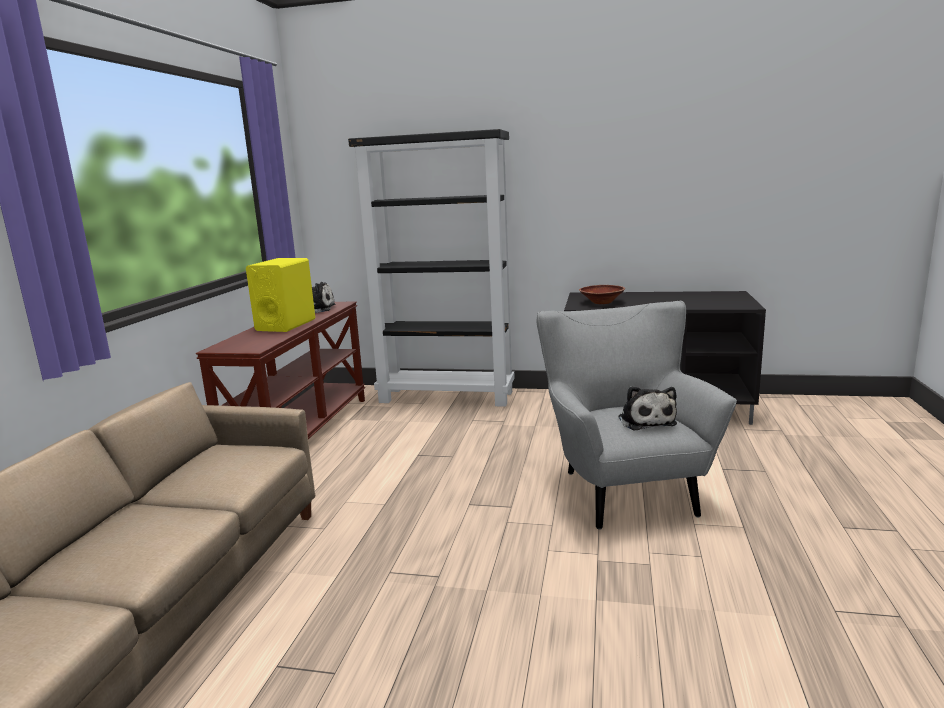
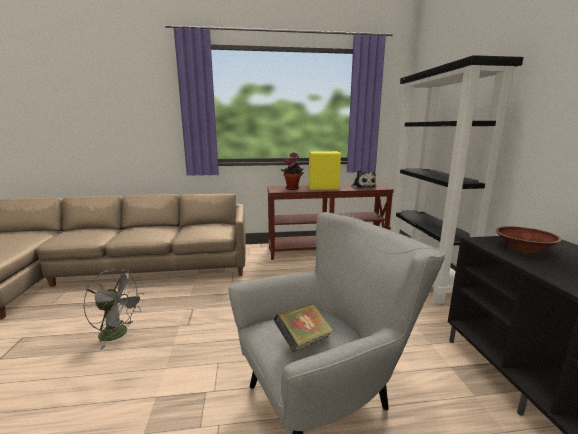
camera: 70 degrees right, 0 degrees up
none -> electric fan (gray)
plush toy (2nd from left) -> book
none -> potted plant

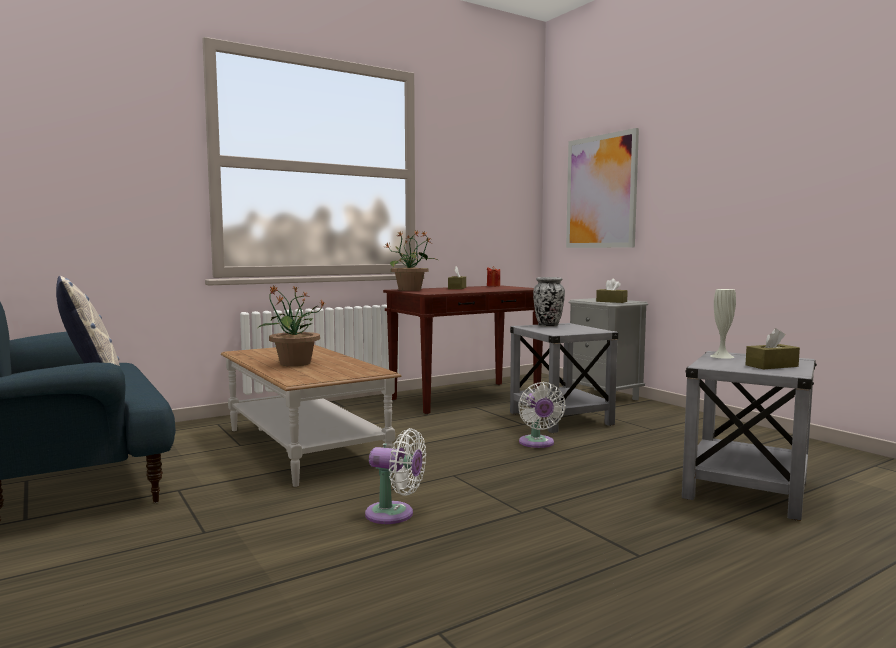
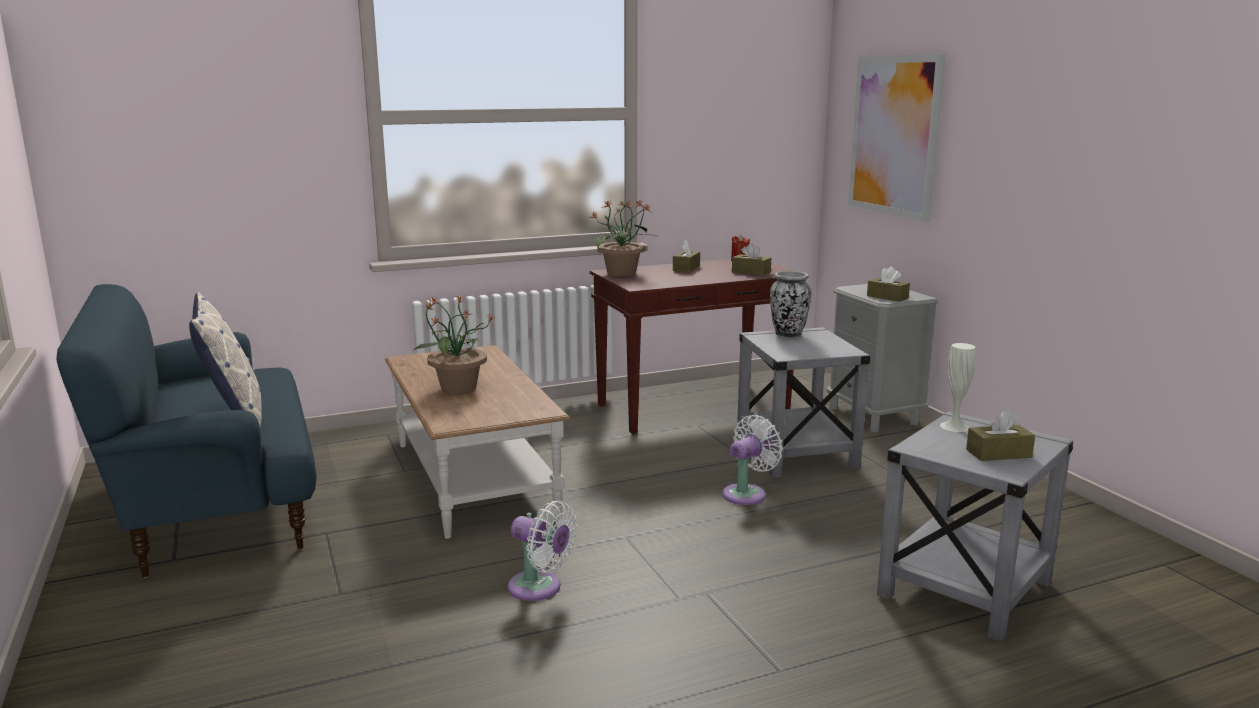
camera: 10 degrees right, 10 degrees up
electric fan (white-coloured) (2nd from left), 135 degrees counterclockwise
none -> tissue box (brown) (2nd from left)

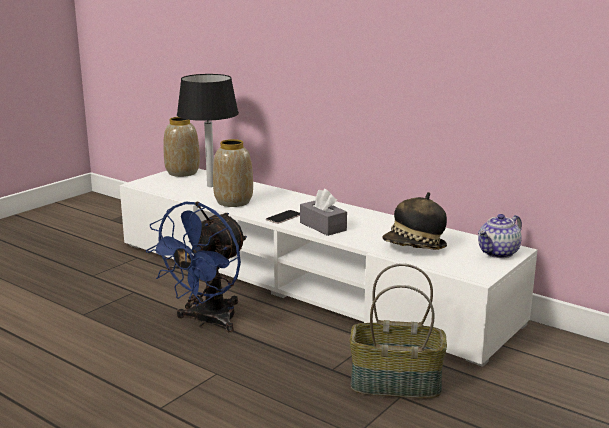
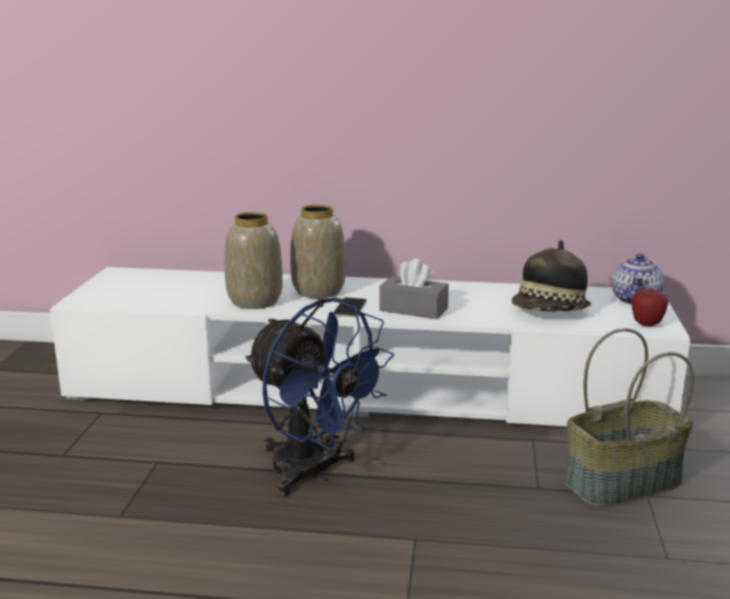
camera: 30 degrees left, 0 degrees up
electric fan (blue-coloured), 45 degrees counterclockwise
vase (1st from left in the first image) -> vase (2nd from left), move
none -> apple
table lamp (black-coloured) -> none

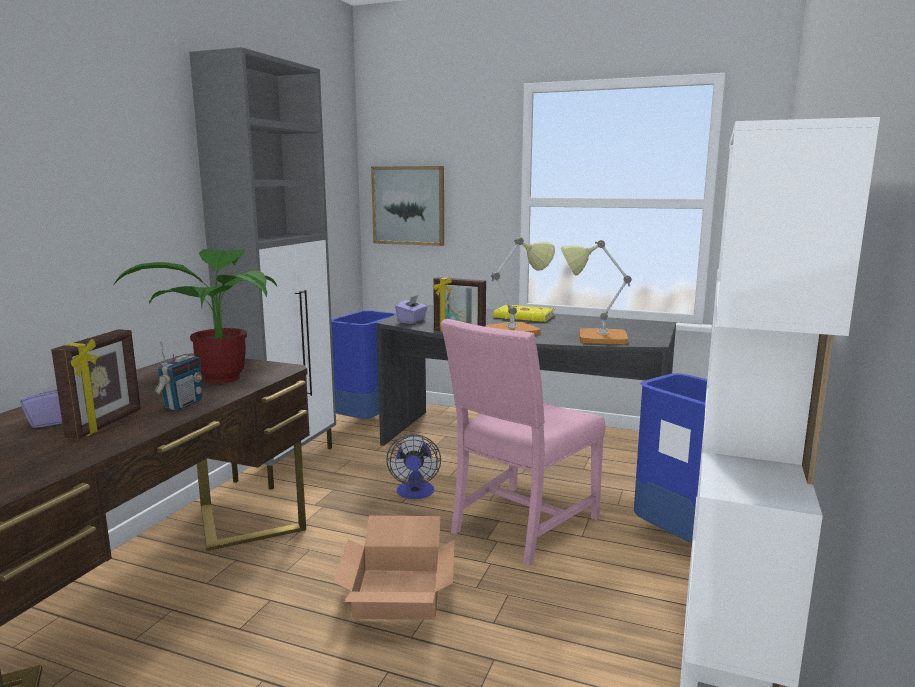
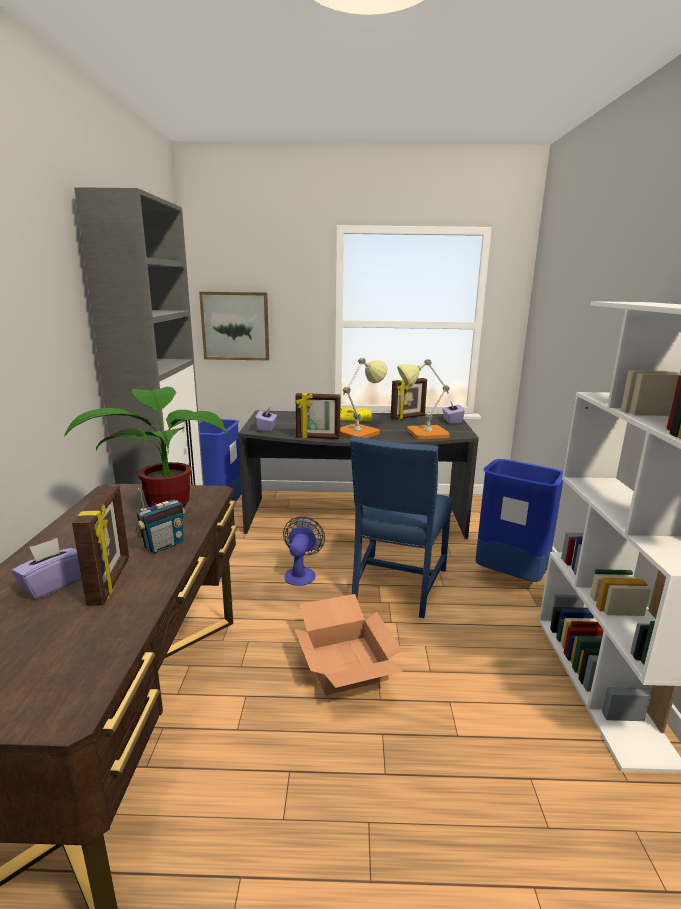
camera: 20 degrees left, 5 degrees up
radio set, 45 degrees clockwise
electric fan, 150 degrees counterclockwise
plain chair (pinkish) -> plain chair (blue-coloured)
none -> picture frame (3rd from left)
none -> tissue box (purple) (3rd from left)

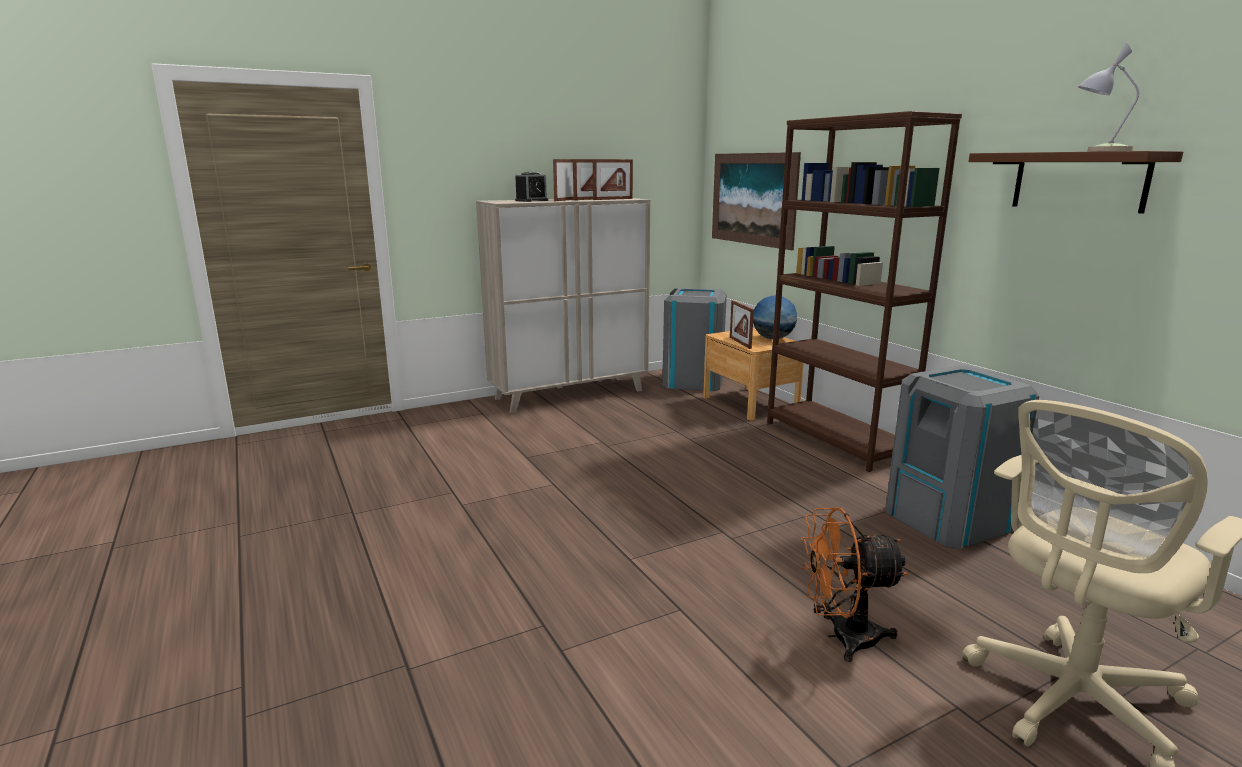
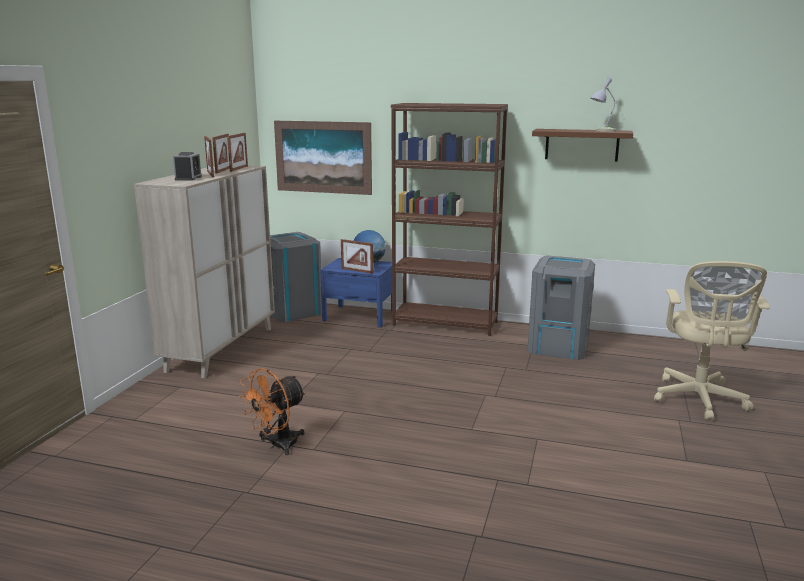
camera: 45 degrees left, 0 degrees up
electric fan (orange-coloured), move
bedside table (brown) -> bedside table (blue-coloured)

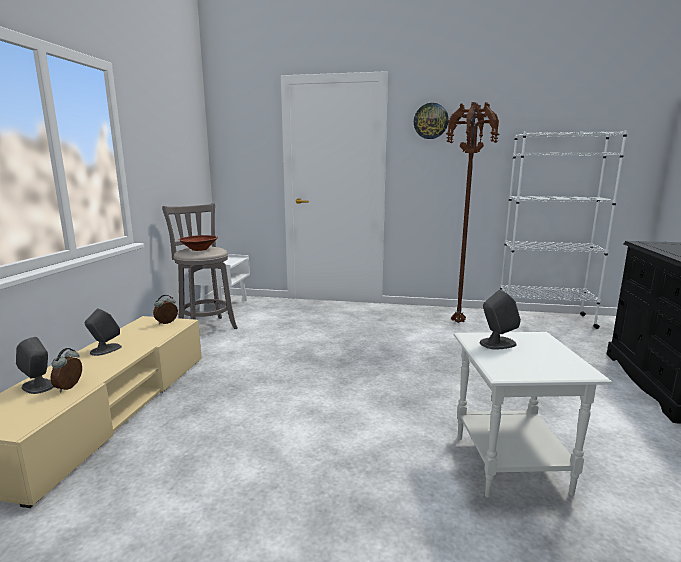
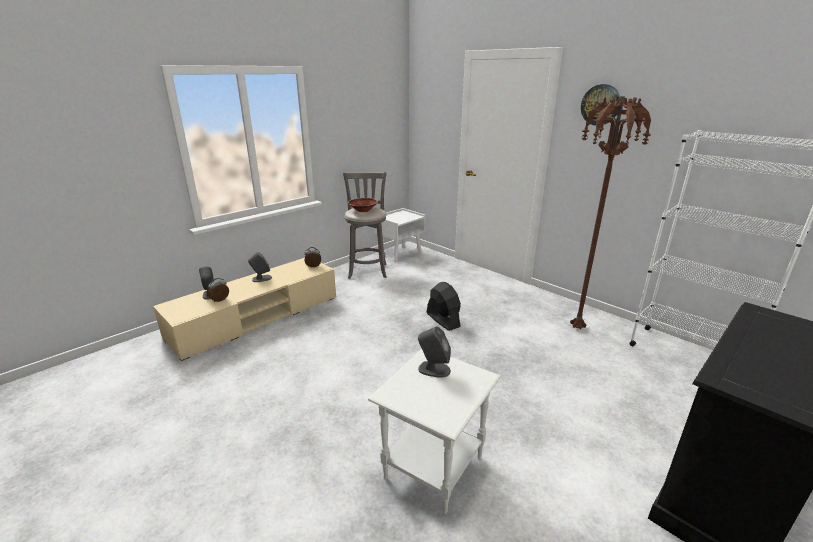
camera: 35 degrees right, 10 degrees up
none -> electric fan (black-coloured)

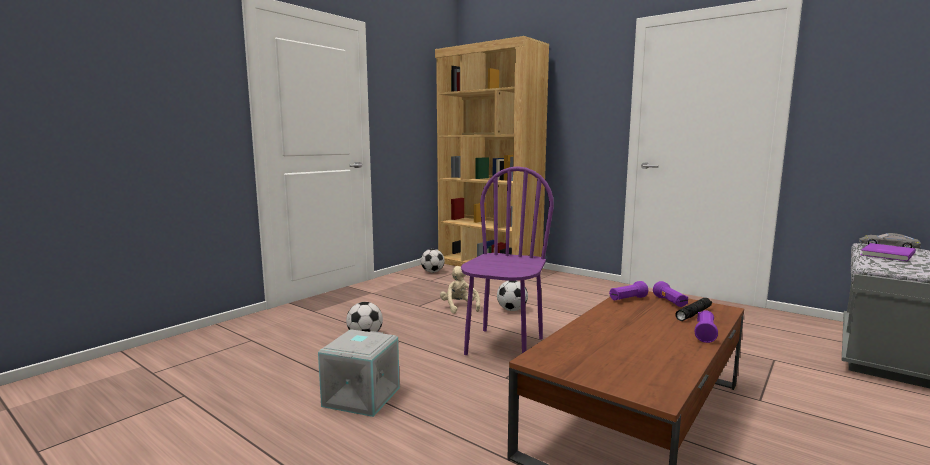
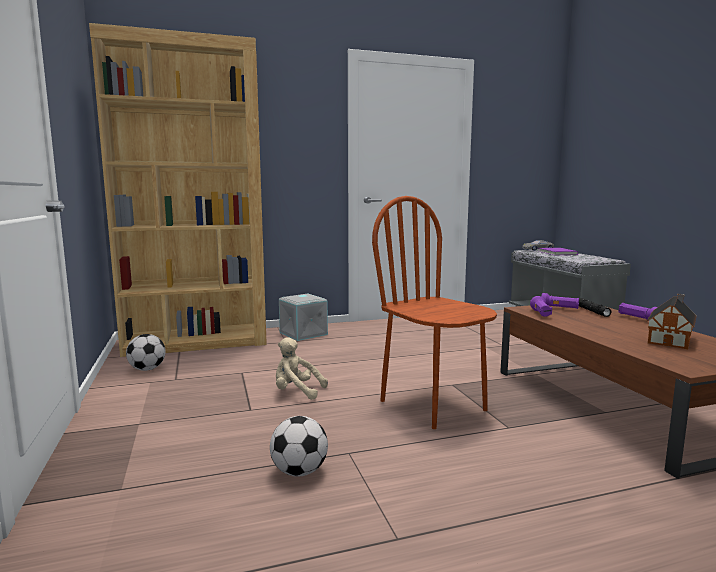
camera: 55 degrees left, 0 degrees up
storage box (gray), move
plain chair (purple) -> plain chair (brown)
none -> model house
ball for football (3rd from left) -> none

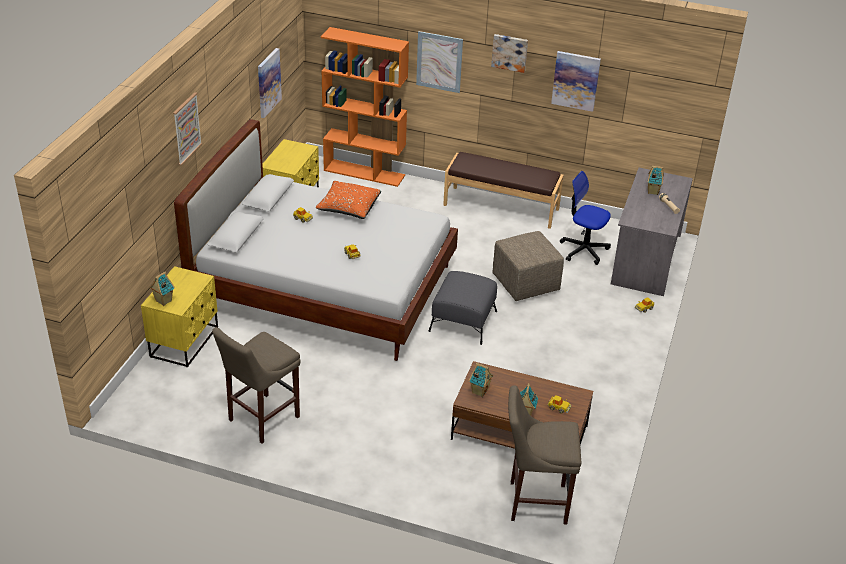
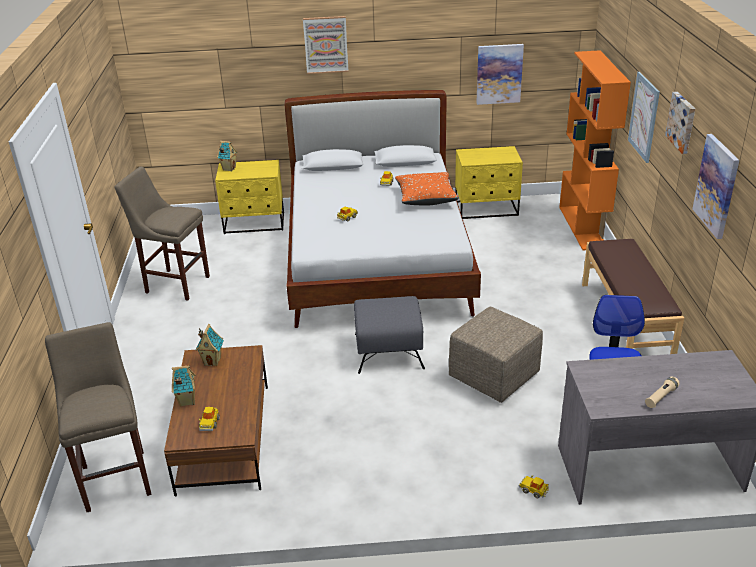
camera: 70 degrees right, 5 degrees down
model house (4th from left) -> none

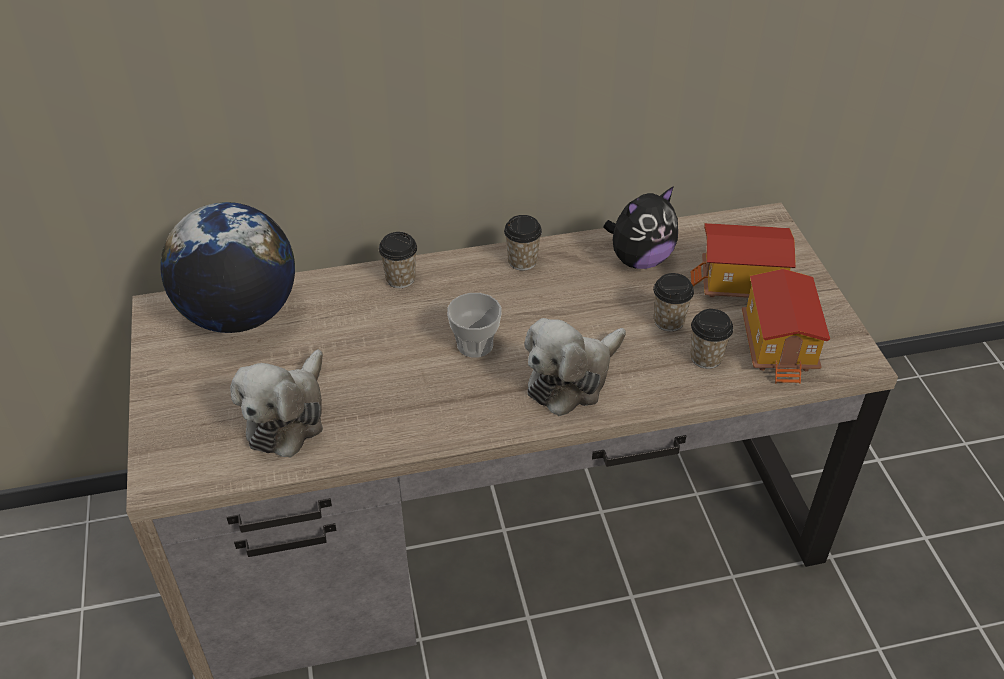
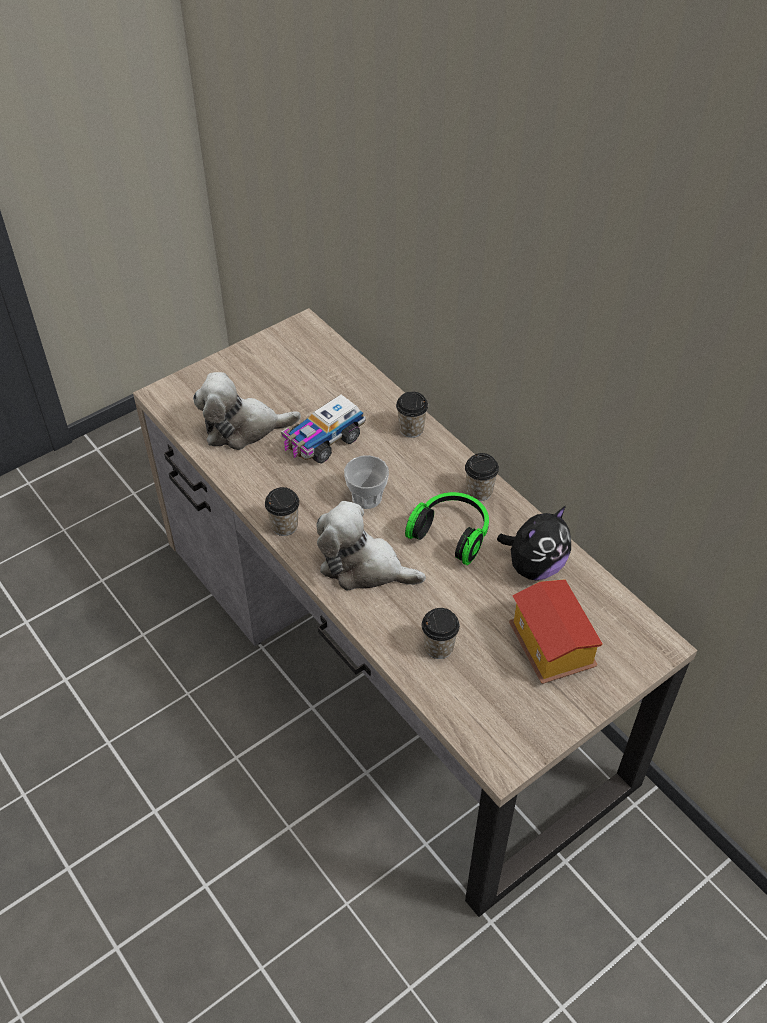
camera: 65 degrees right, 5 degrees up
cup (4th from left in the first image) -> cup (1st from left), move
none -> toy lorry
none -> pair of headphones
plush toy (3rd from left), 75 degrees counterclockwise
globe -> none
model house (2nd from left) -> none

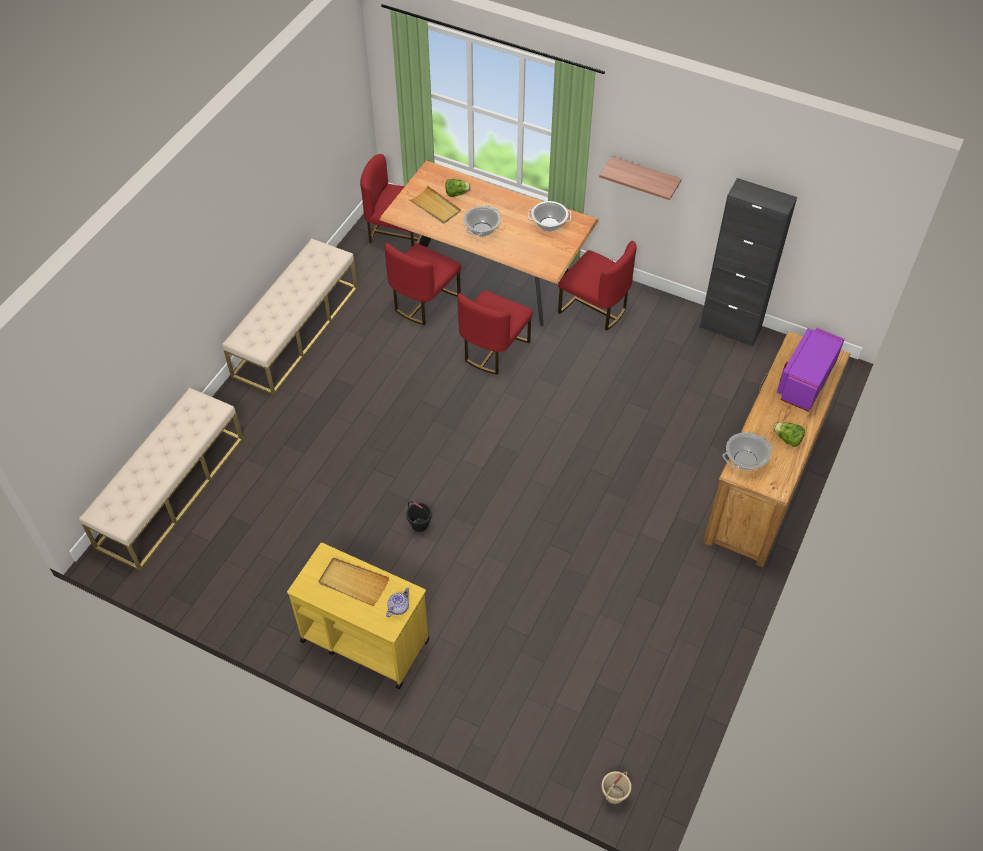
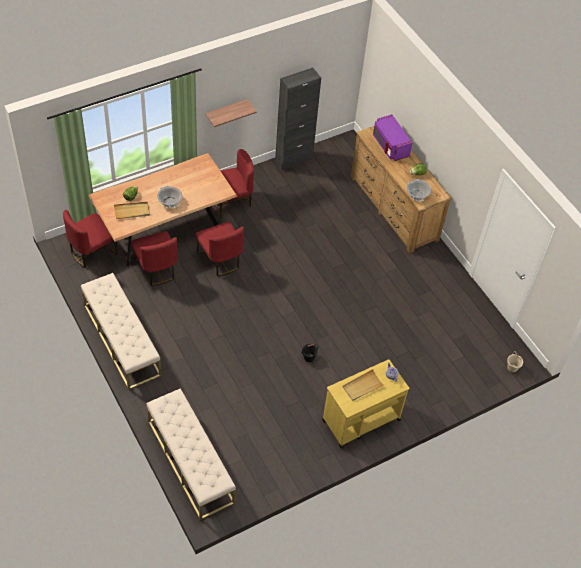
camera: 60 degrees left, 0 degrees up
cooking pot (2nd from left) -> none

